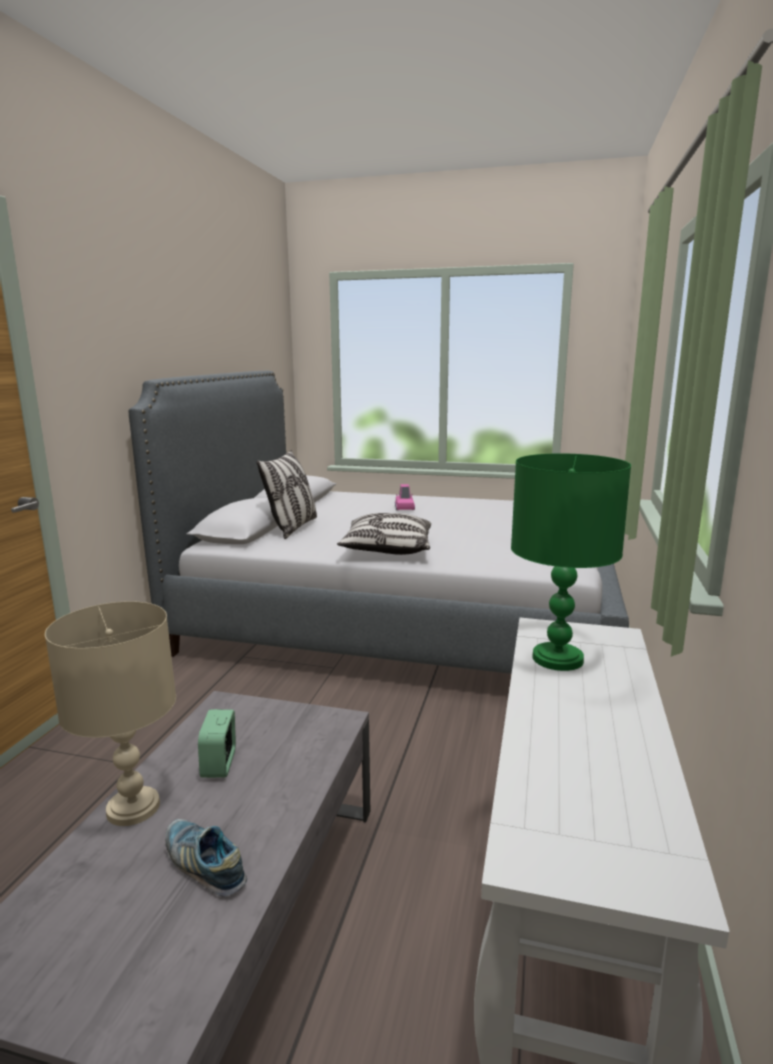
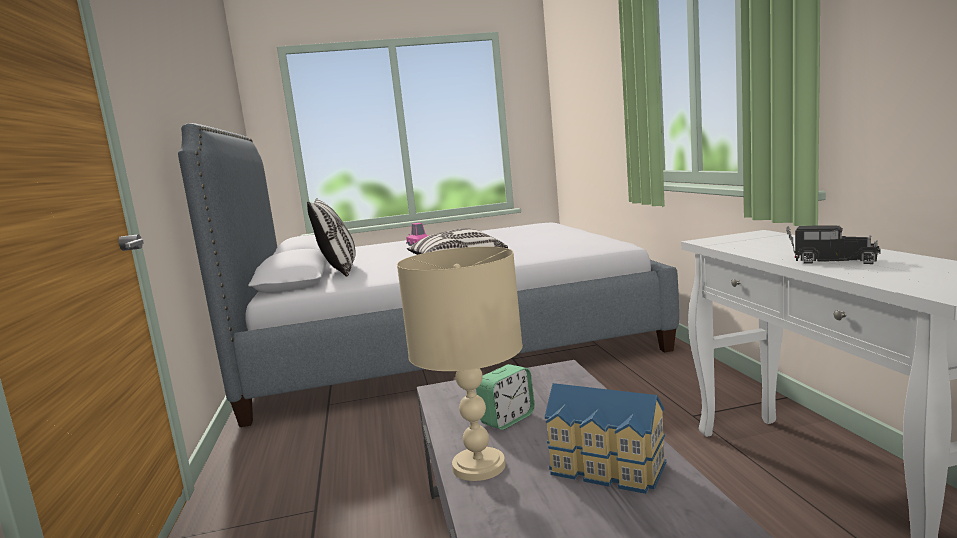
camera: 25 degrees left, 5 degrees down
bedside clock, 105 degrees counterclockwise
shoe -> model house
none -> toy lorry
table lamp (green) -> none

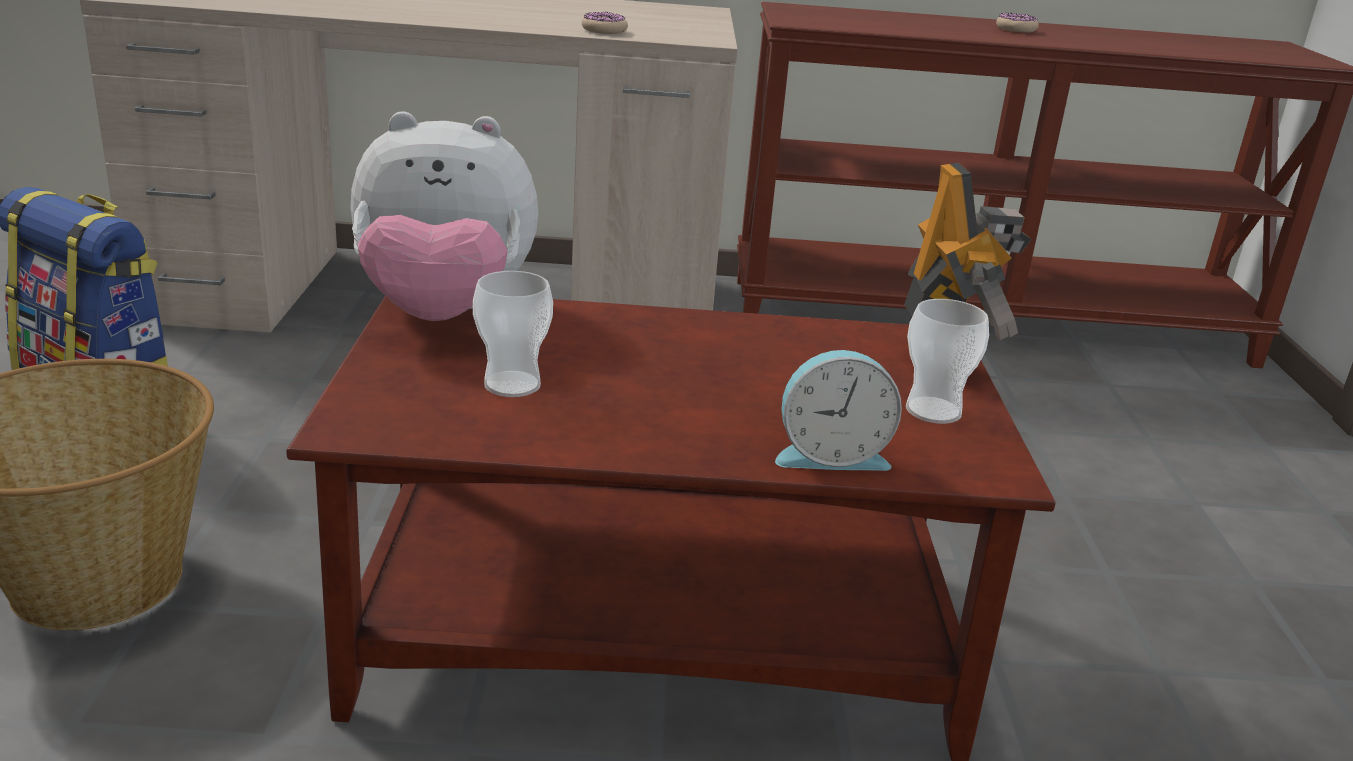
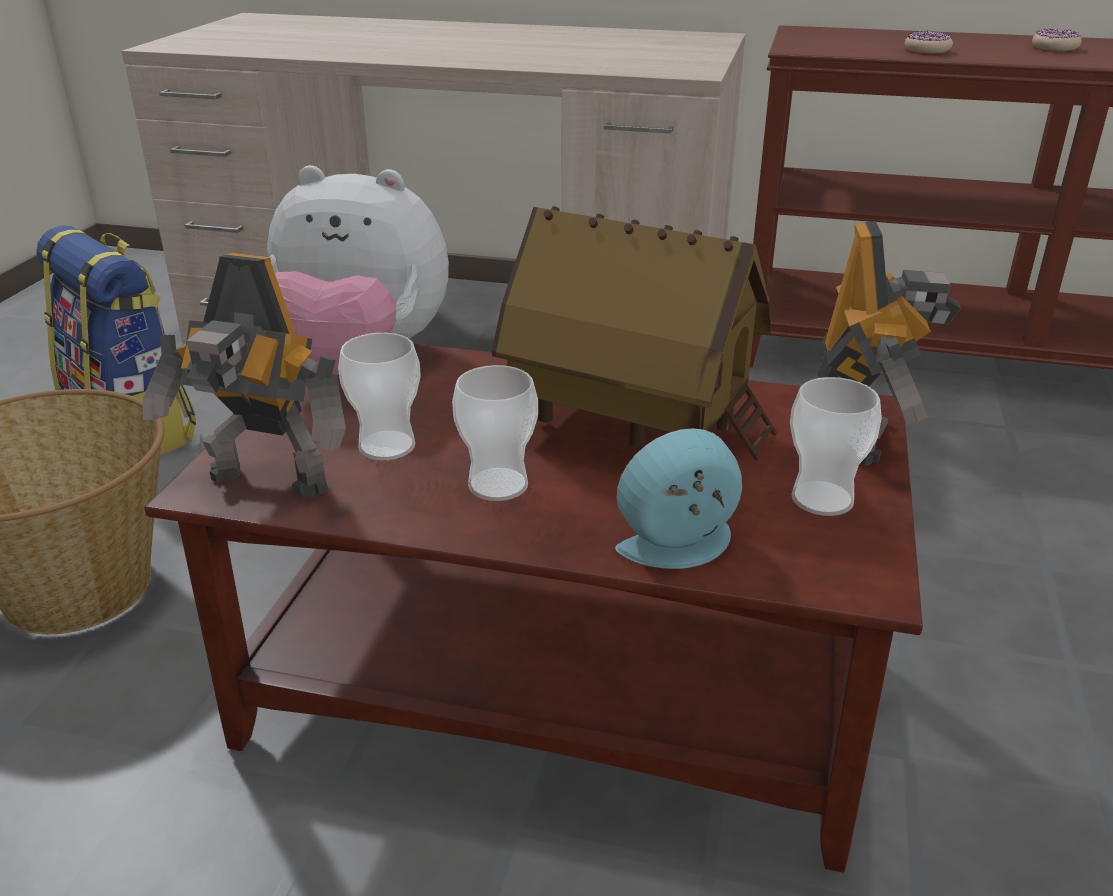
camera: 15 degrees right, 5 degrees up
none -> robot figure (1st from left)
none -> cup (2nd from left)
none -> model house
bedside clock, 150 degrees clockwise
doughnut (1st from left), move

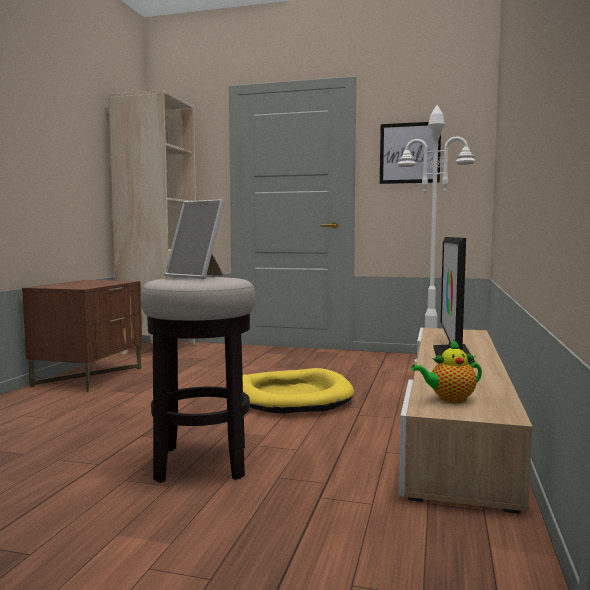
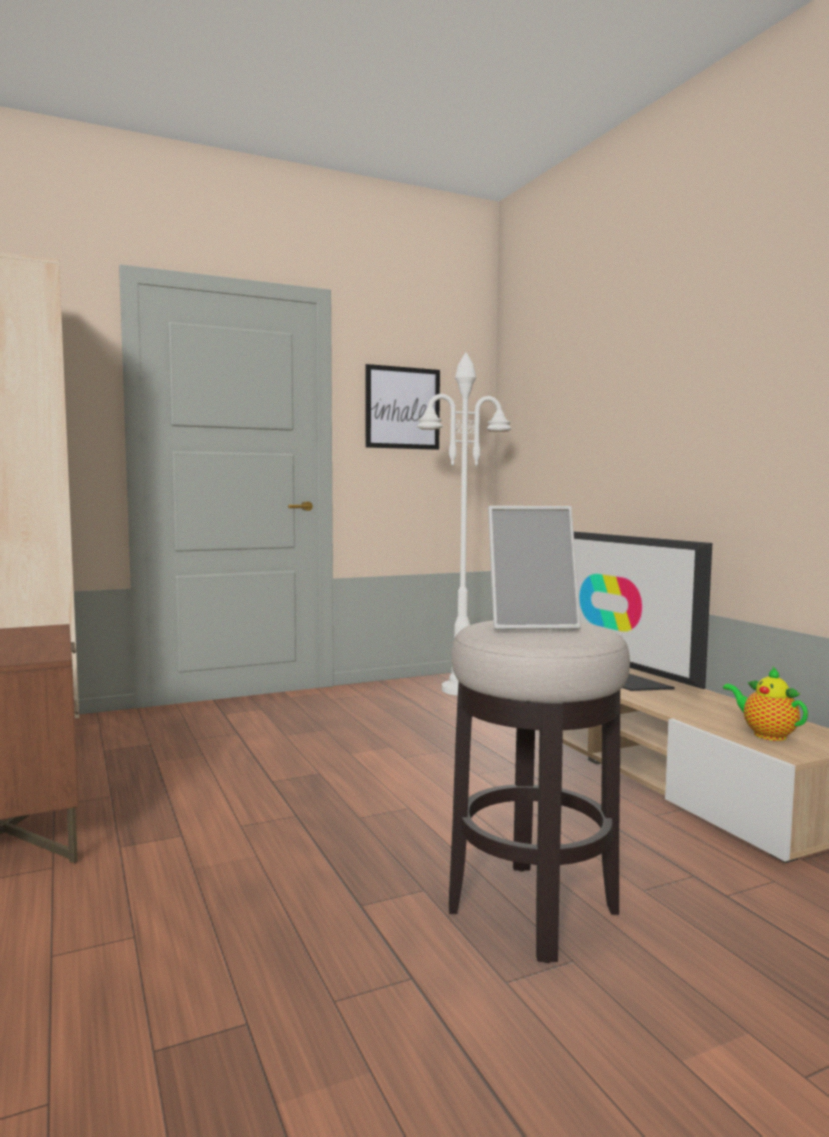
camera: 40 degrees left, 0 degrees up
pot for tea, 105 degrees clockwise
dog bed (yellow) -> none

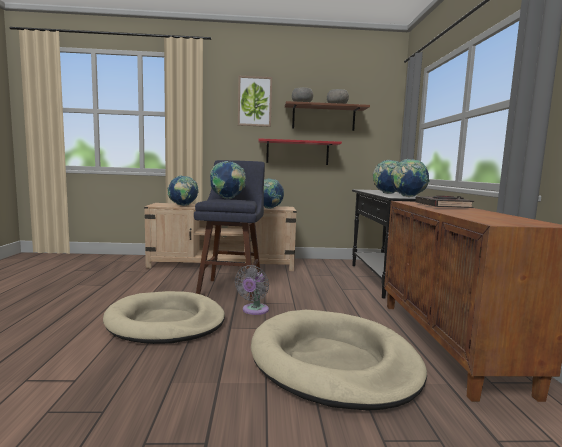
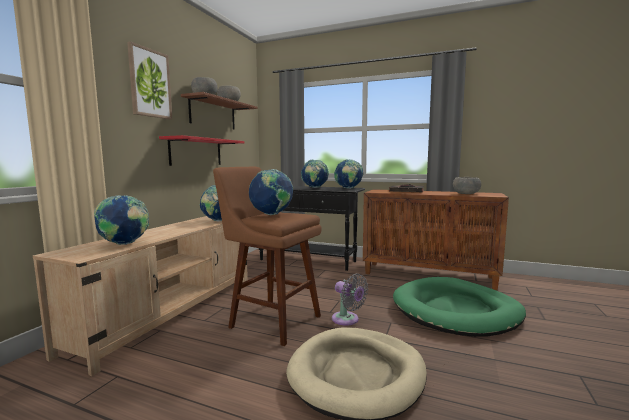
camera: 65 degrees left, 0 degrees up
sitting stool (blue-coloured) -> sitting stool (brown)
dog bed (beige) (2nd from left) -> dog bed (green)
none -> bowl (gray) (3rd from left)

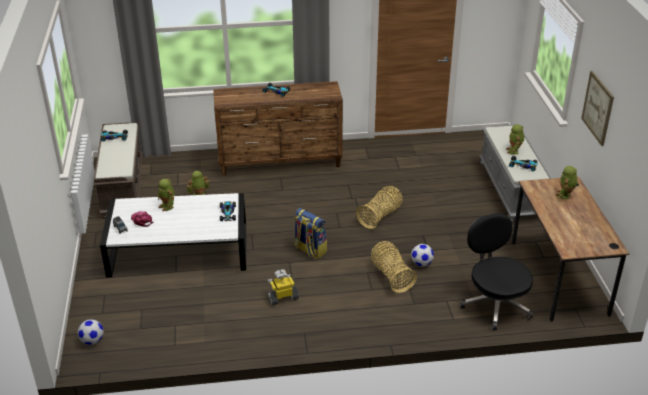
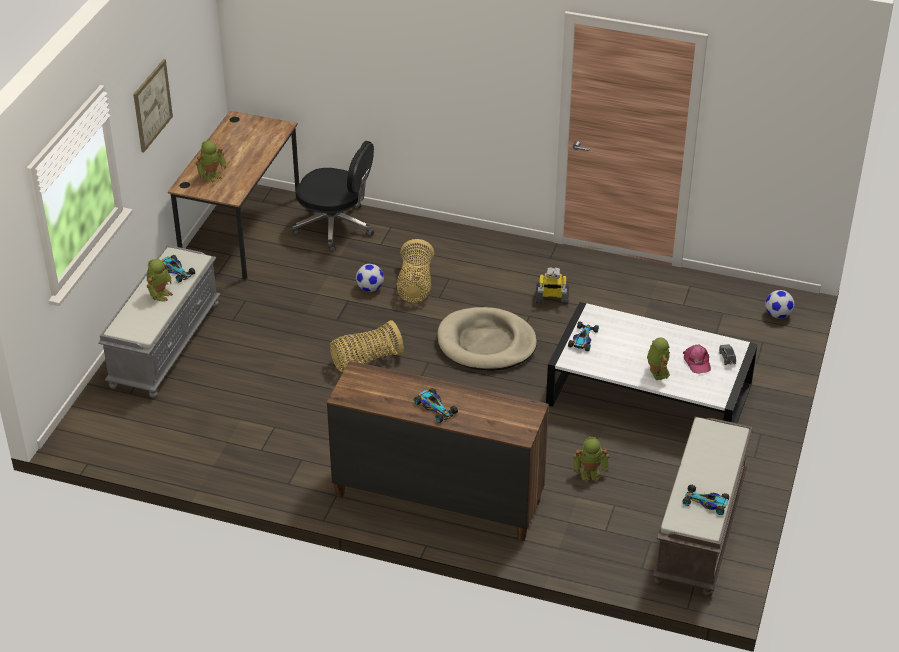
camera: 155 degrees left, 5 degrees up
desk chair (black-coloured), 75 degrees counterclockwise
backpack -> dog bed (beige)

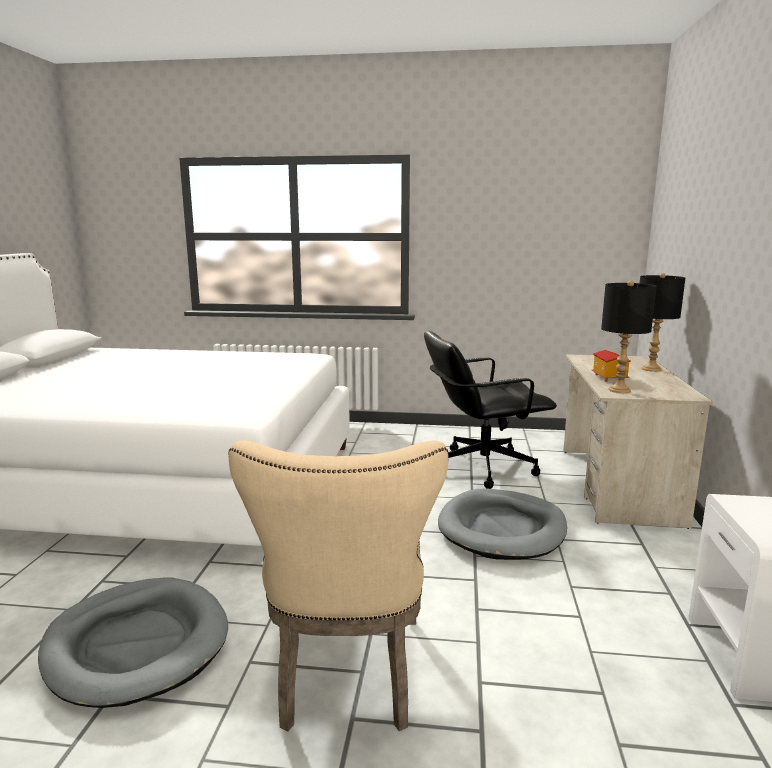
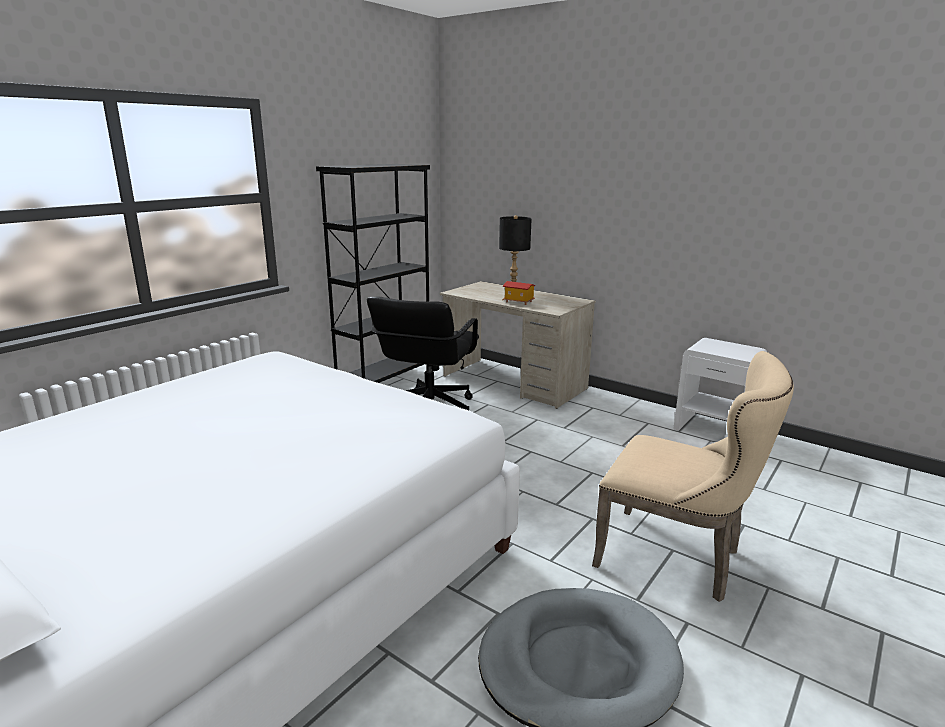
camera: 60 degrees left, 5 degrees up
none -> bookcase (black-coloured)
dog bed (gray) (2nd from left) -> none
table lamp (black-coloured) (1st from left) -> none

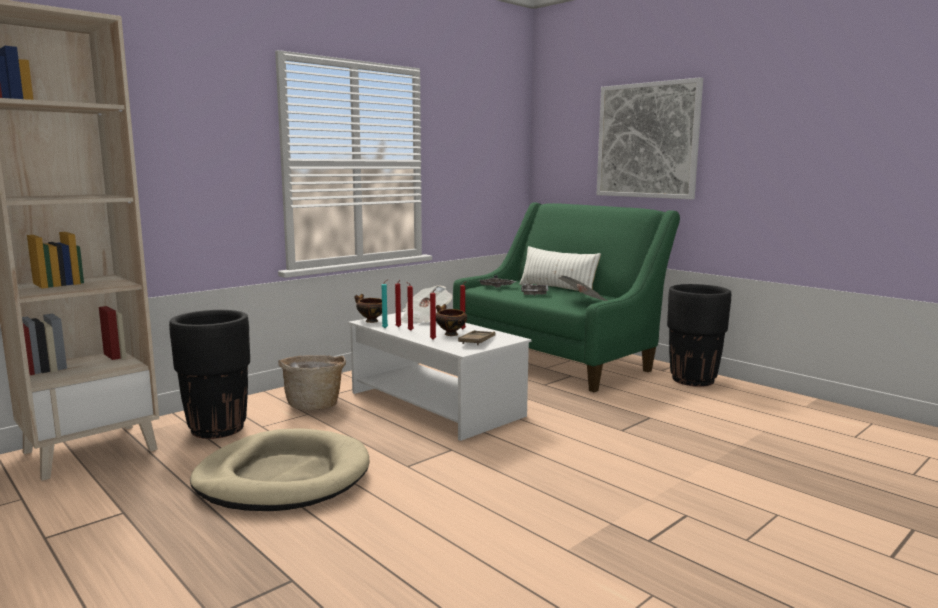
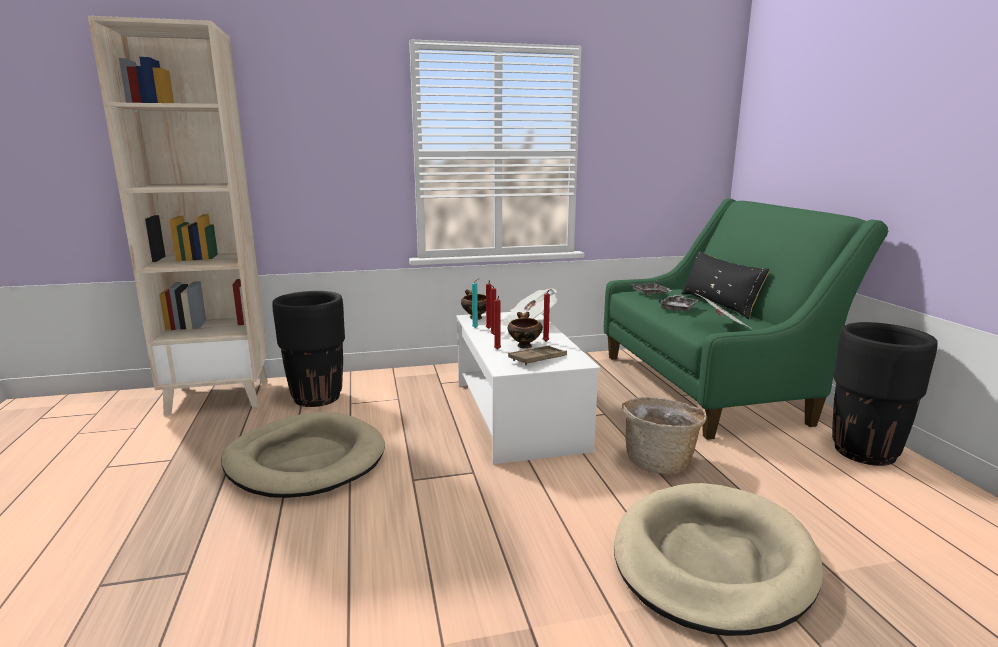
camera: 30 degrees right, 5 degrees up
none -> dog bed (beige) (2nd from left)
household basket, move
cushion (white-coloured) -> cushion (black-coloured)
wall art -> none

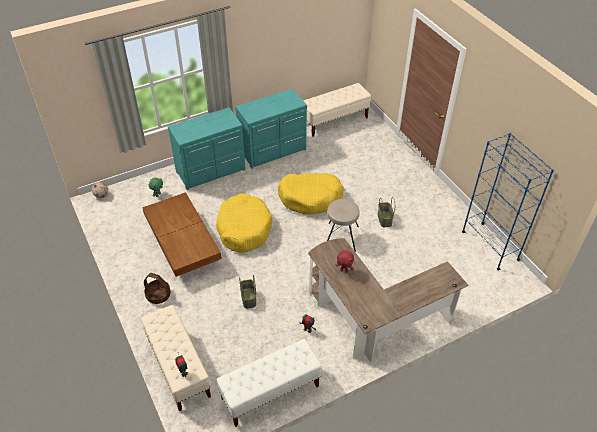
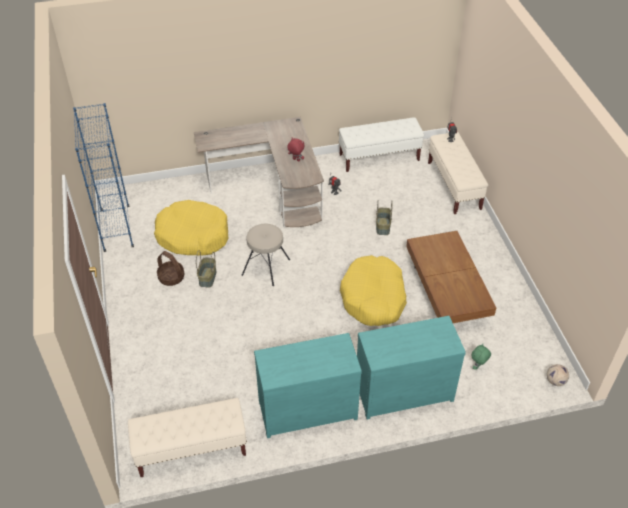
camera: 165 degrees left, 0 degrees up
dog bed (yellow) (2nd from left in the first image) -> dog bed (yellow) (1st from left), move
household basket (1st from left), move

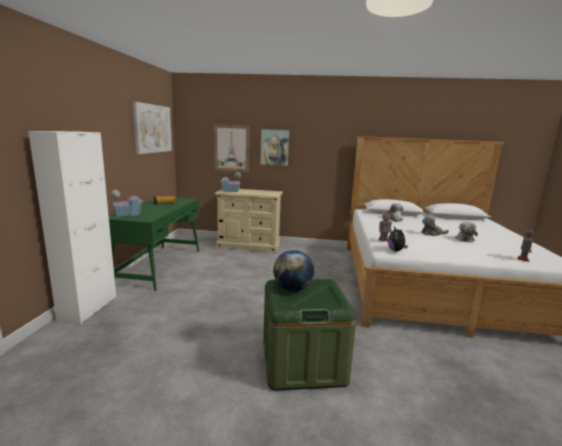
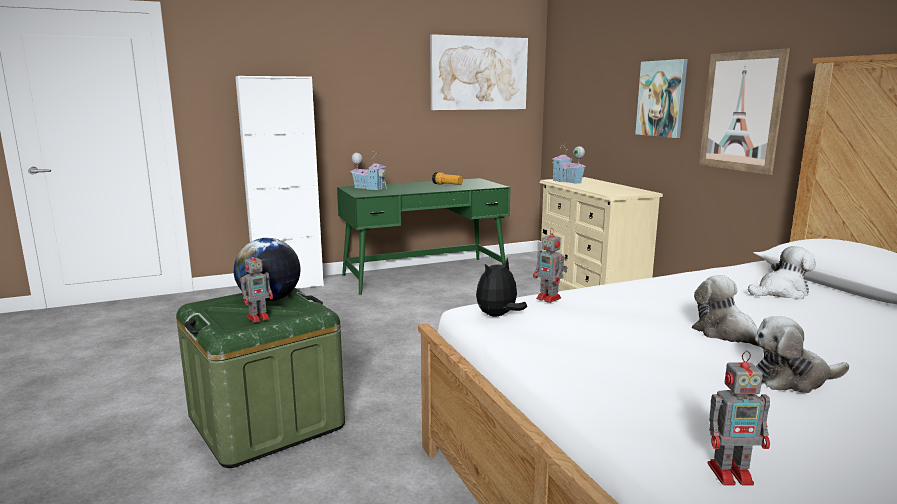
camera: 60 degrees right, 0 degrees up
none -> robot figure (1st from left)
wall art (2nd from left in the first image) -> wall art (3rd from left), move

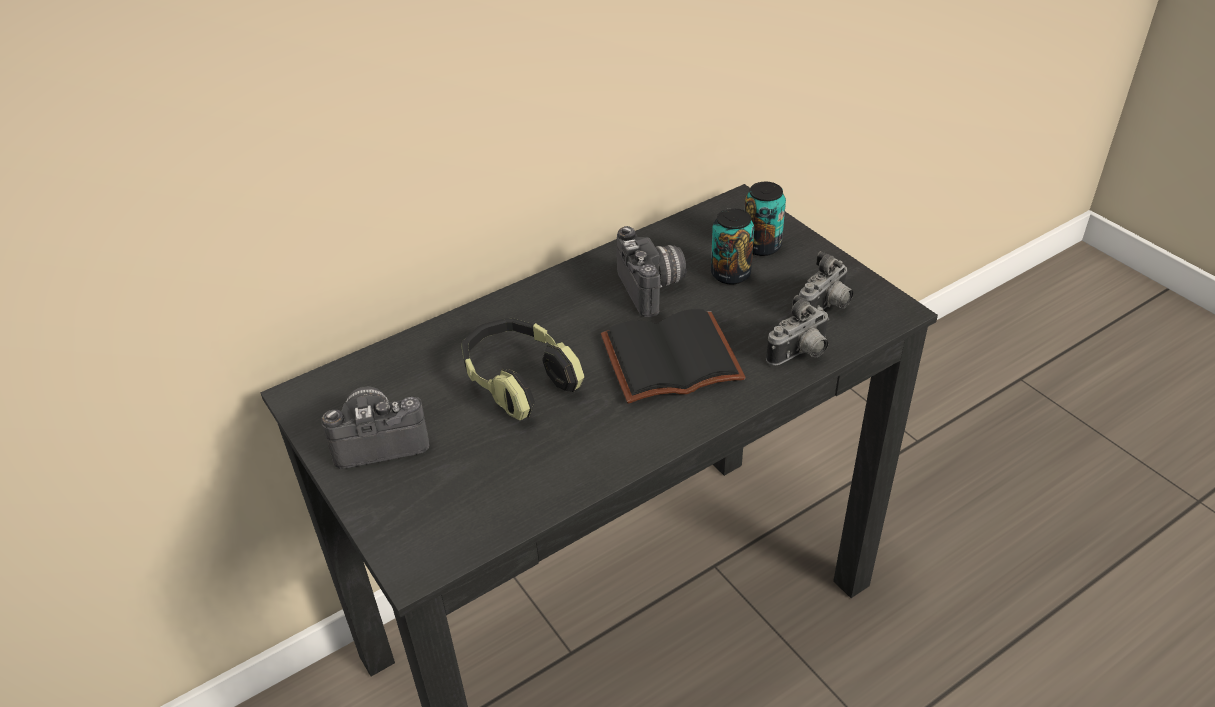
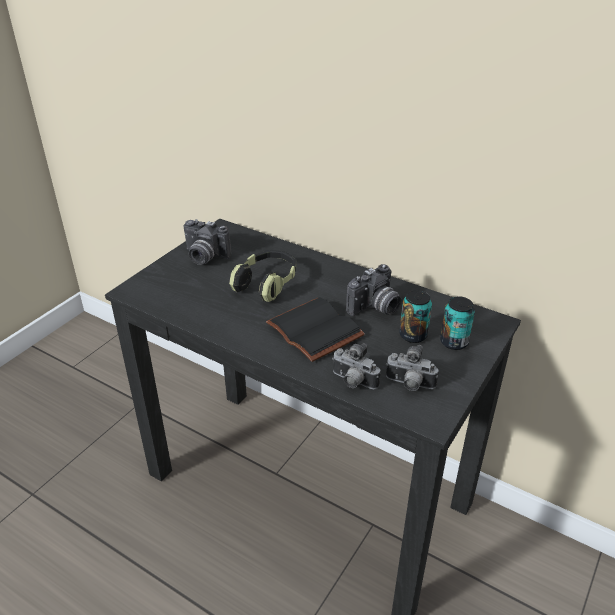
camera: 65 degrees right, 5 degrees down
photo camera (1st from left), 150 degrees clockwise

